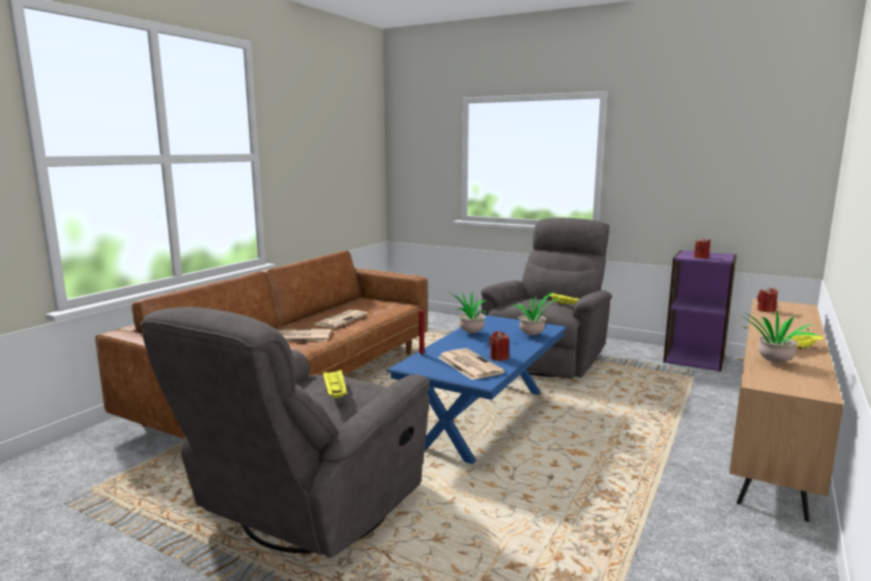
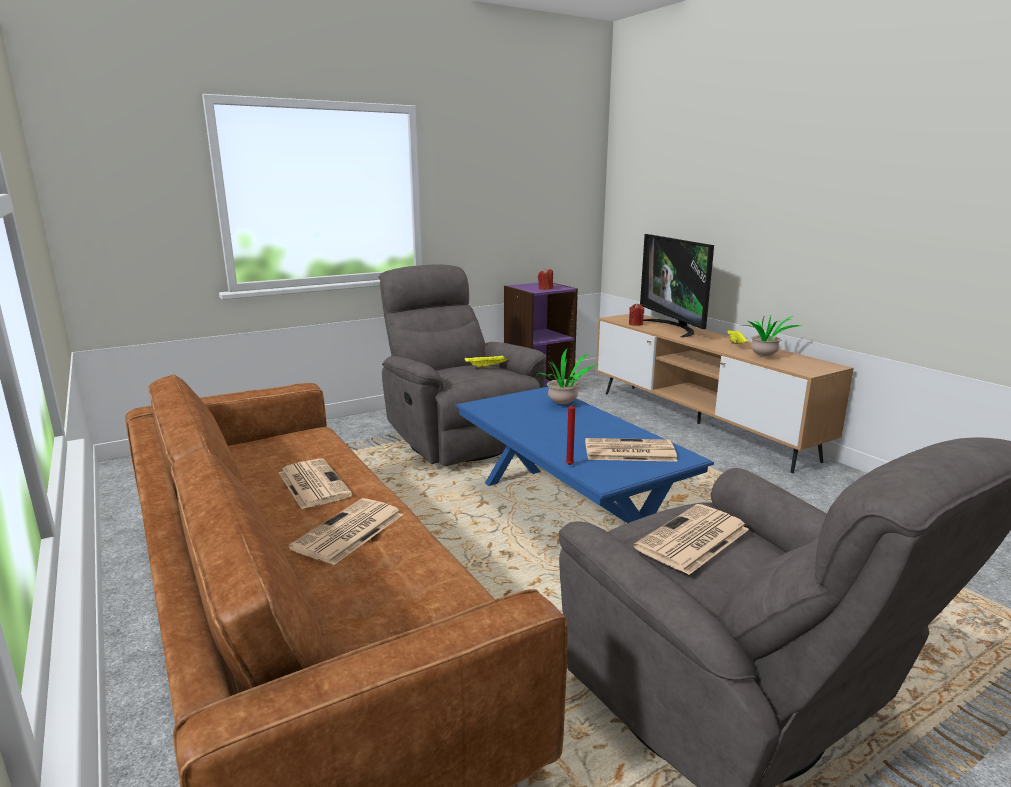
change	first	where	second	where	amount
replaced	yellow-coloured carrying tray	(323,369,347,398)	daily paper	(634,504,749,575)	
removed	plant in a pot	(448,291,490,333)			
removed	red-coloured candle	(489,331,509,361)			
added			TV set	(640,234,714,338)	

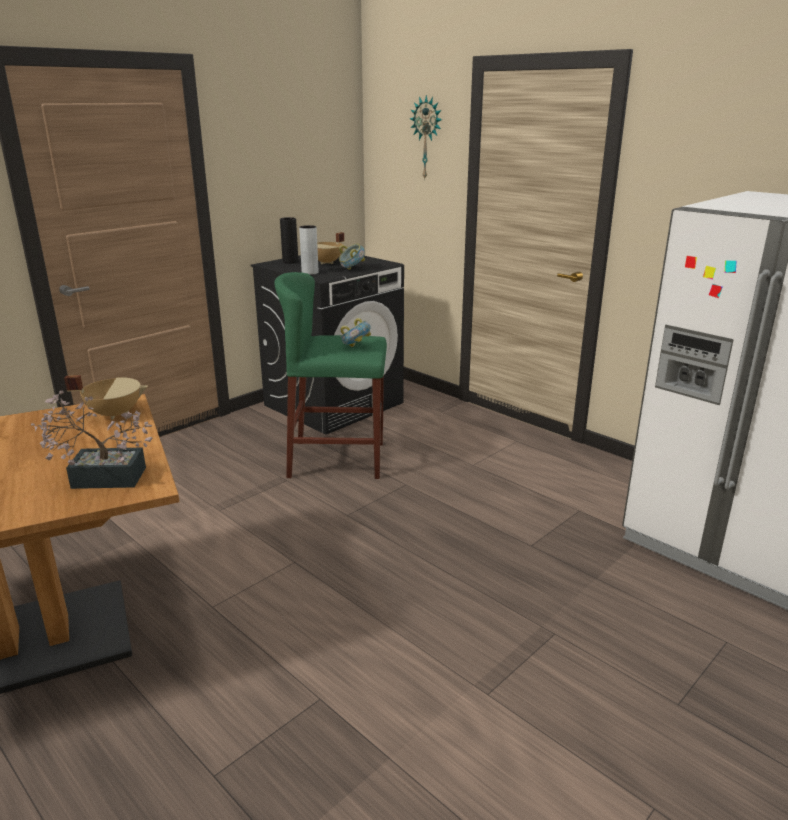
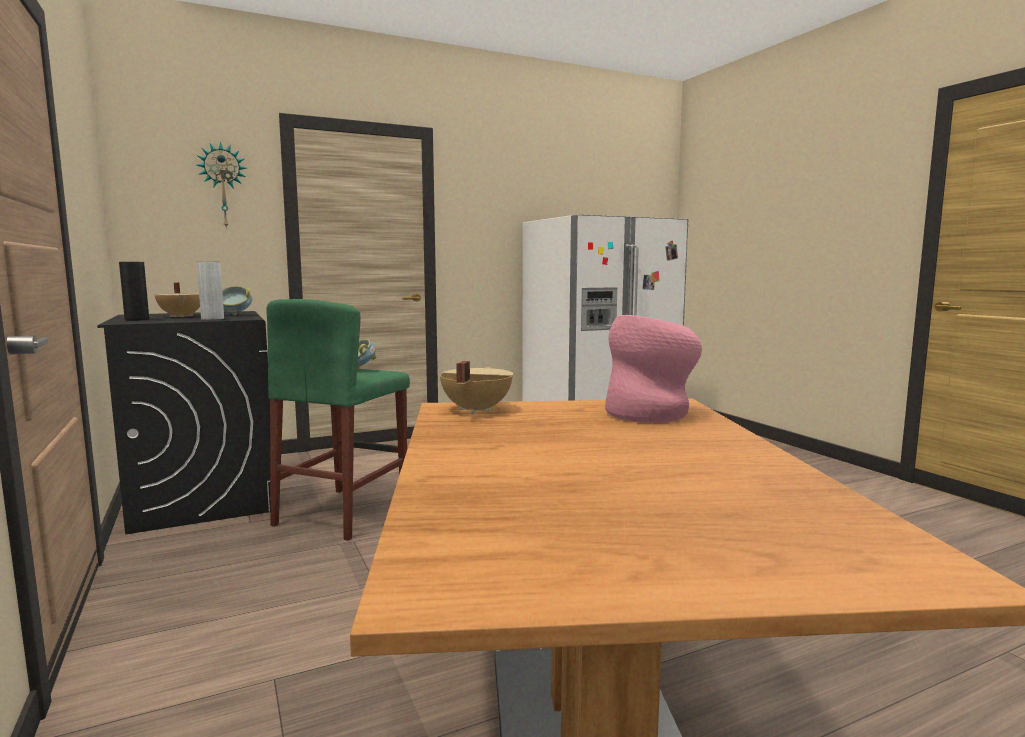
change	first	where	second	where	amount
replaced	plant in a pot	(31,390,153,489)	pink-coloured vase	(605,315,702,423)	

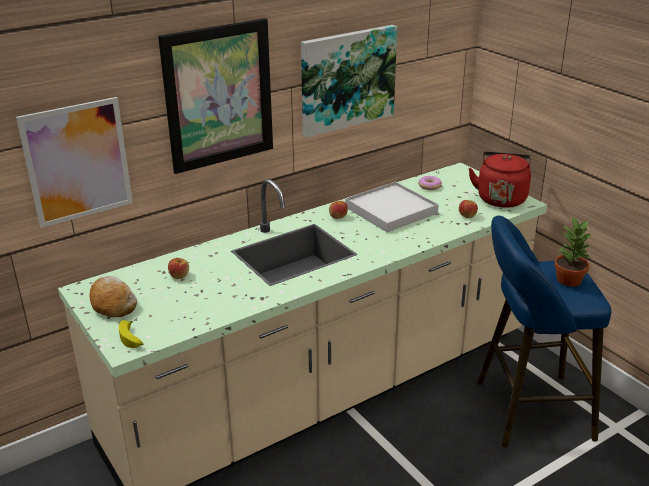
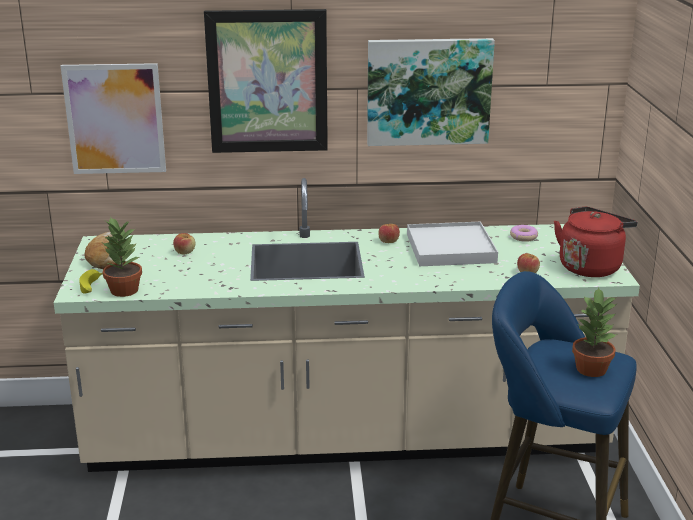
change	first	where	second	where	amount
added			plant in a pot	(103,216,142,297)	

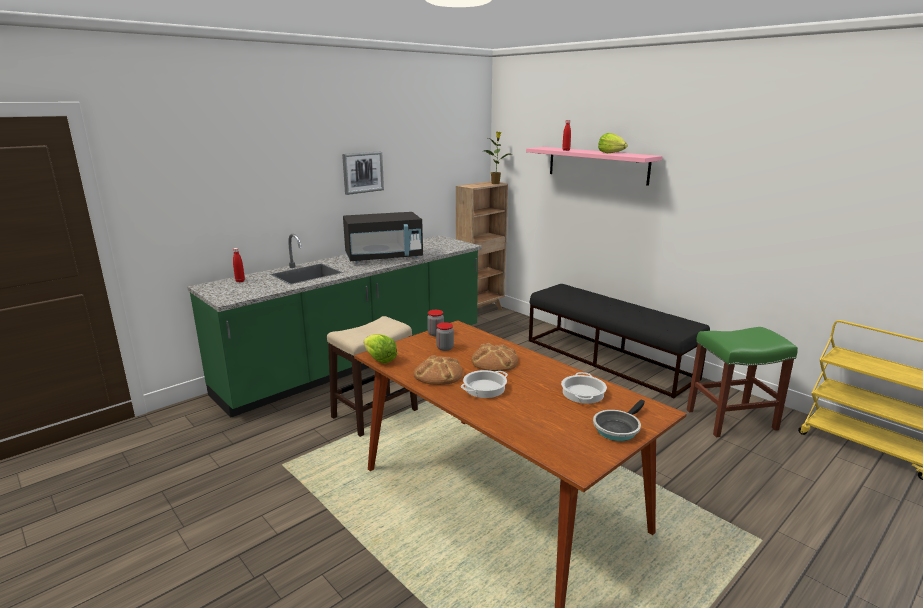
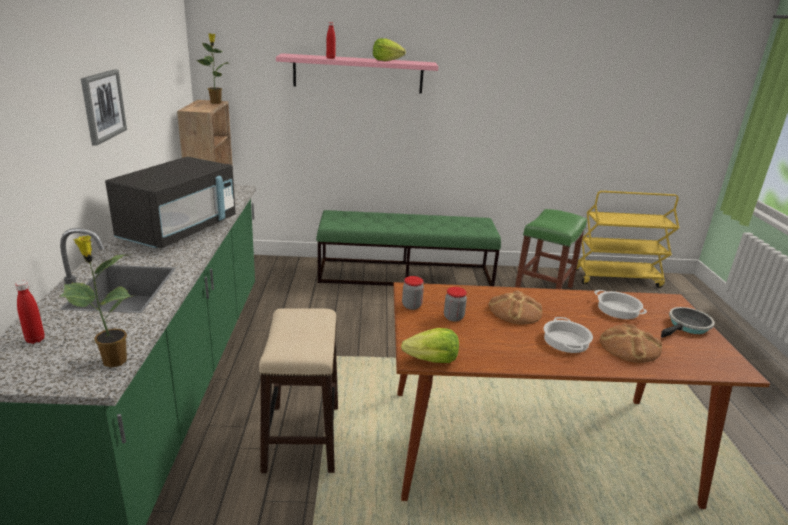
change	first	where	second	where	amount
moved	bread	(413,355,463,385)		(600,323,662,363)	
recoloured	blackish indoor bench	(529,284,710,398)	green-coloured indoor bench	(316,210,501,286)	
turned	frying pan	(593,399,645,441)		(661,307,715,338)	120 degrees counterclockwise
added			plant in a pot	(59,235,135,368)	

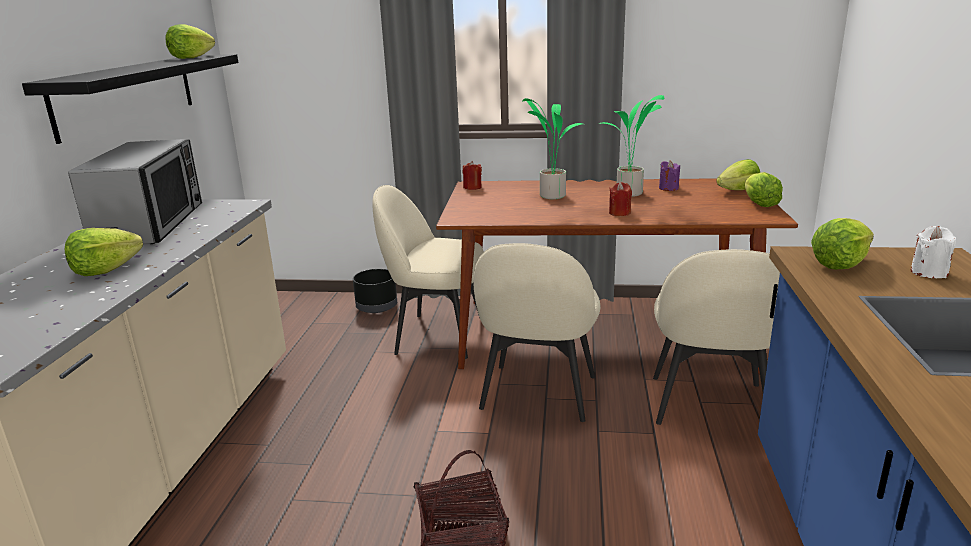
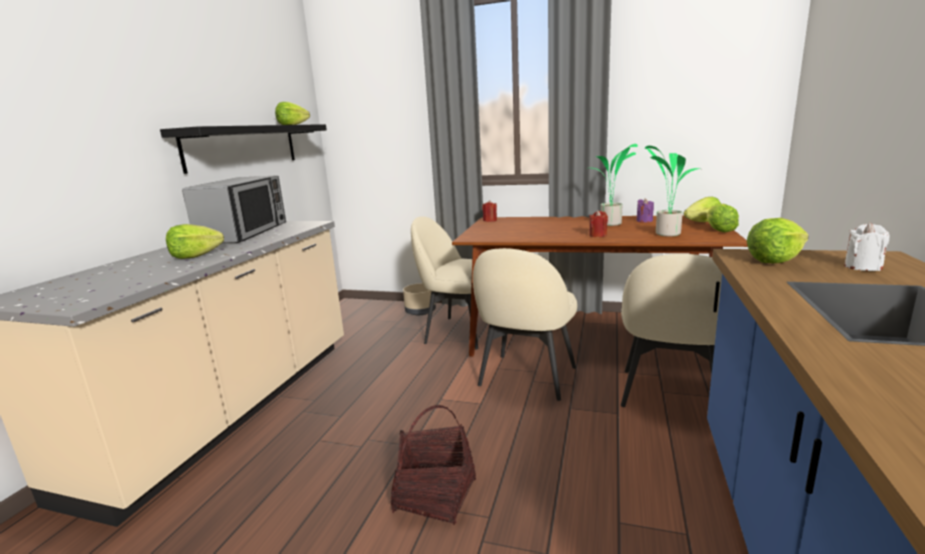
change	first	where	second	where	amount
recoloured	blackish planter	(353,269,397,313)	sand-coloured planter	(403,283,436,315)	
moved	plant in a pot	(522,98,583,199)		(645,146,700,237)	

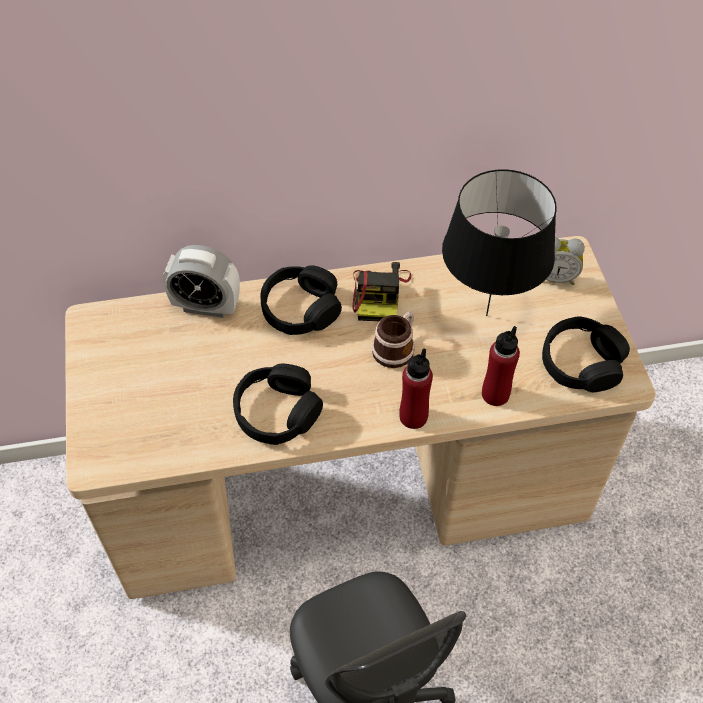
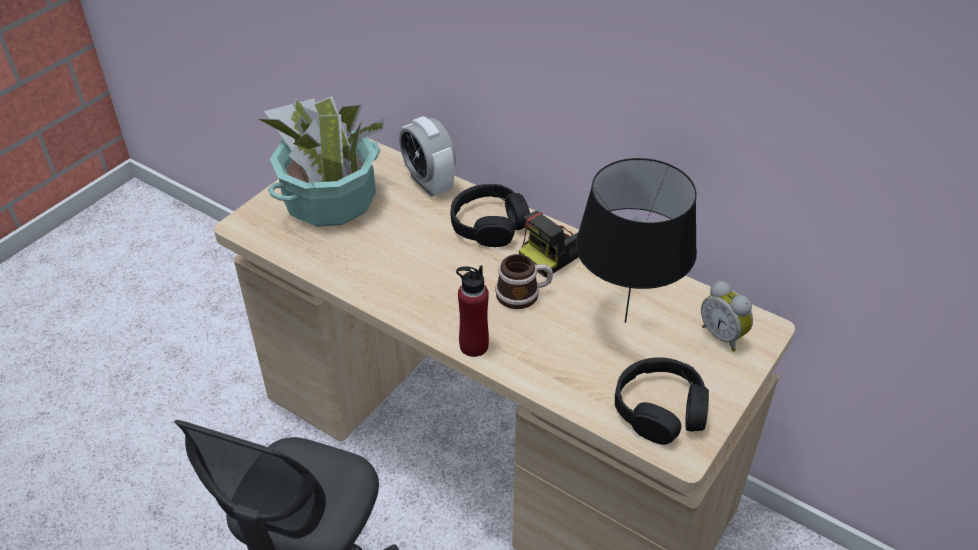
change	first	where	second	where	amount
removed	blackish headset	(233,364,323,445)			
removed	red-coloured beverage bottle	(482,326,520,406)			
added			plant in a pot	(259,96,385,227)	

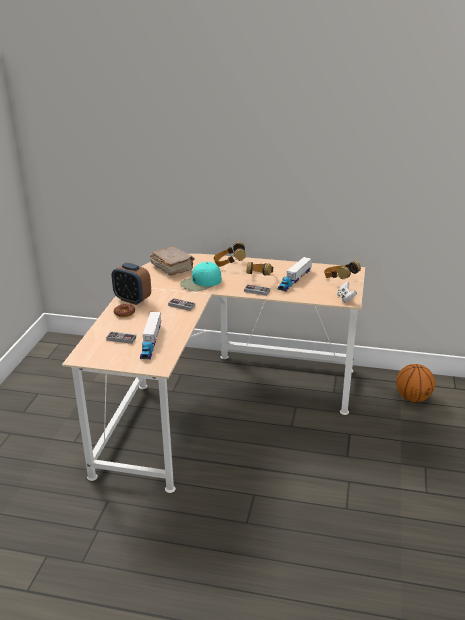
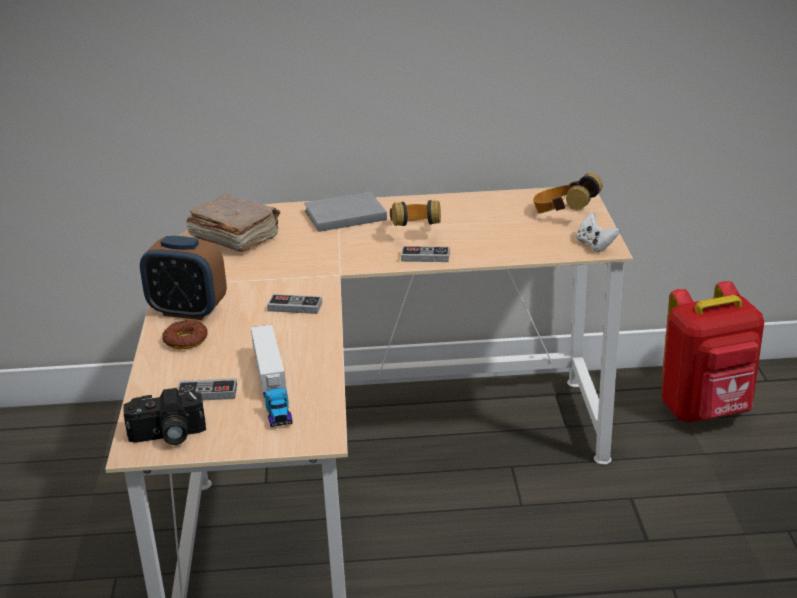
change	first	where	second	where	amount
removed	turquoise-coloured cap	(180,262,222,291)			
replaced	headset	(214,242,246,267)	gray volume	(304,192,387,232)	
removed	toy truck	(278,257,312,292)			
replaced	ball for basketball	(396,364,435,402)	red-coloured knapsack	(662,281,764,423)	
added			photo camera	(123,388,206,445)	

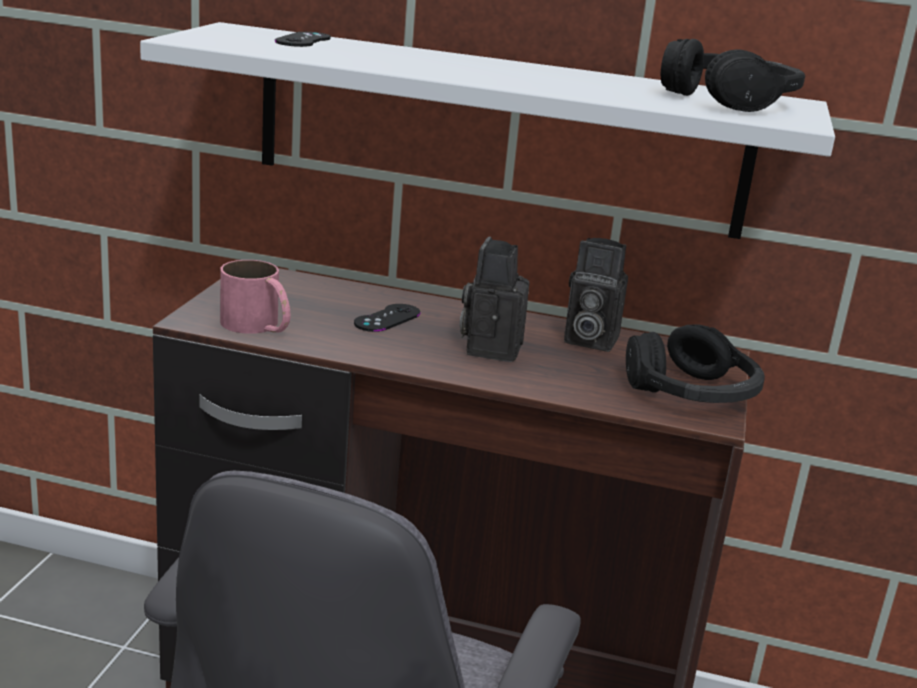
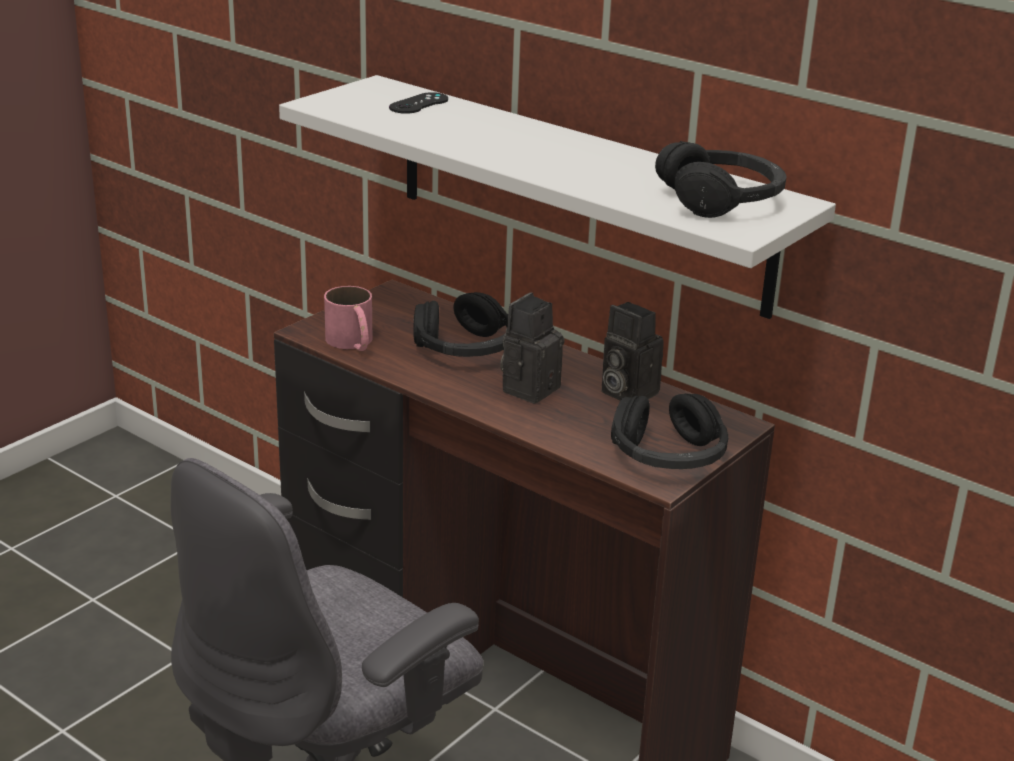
change	first	where	second	where	amount
replaced	blackish game controller	(354,304,420,332)	blackish headset	(413,292,508,357)	

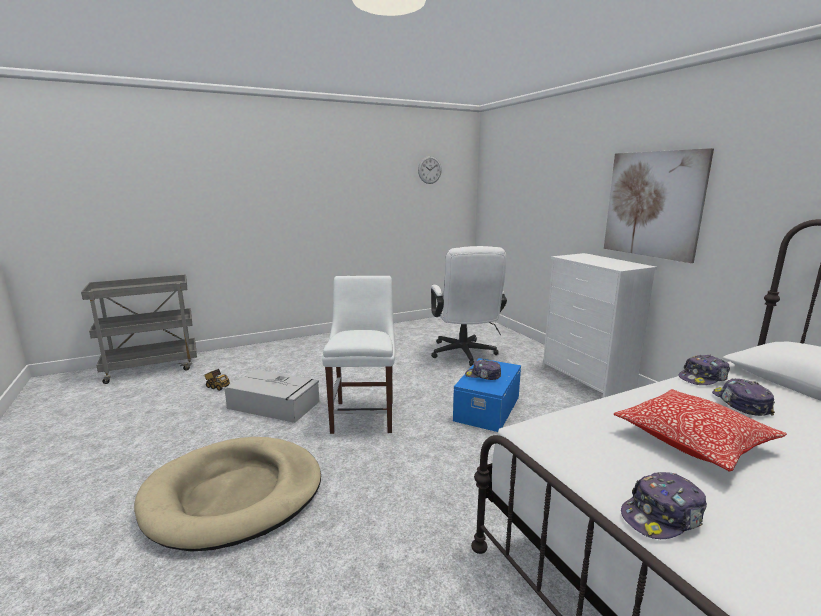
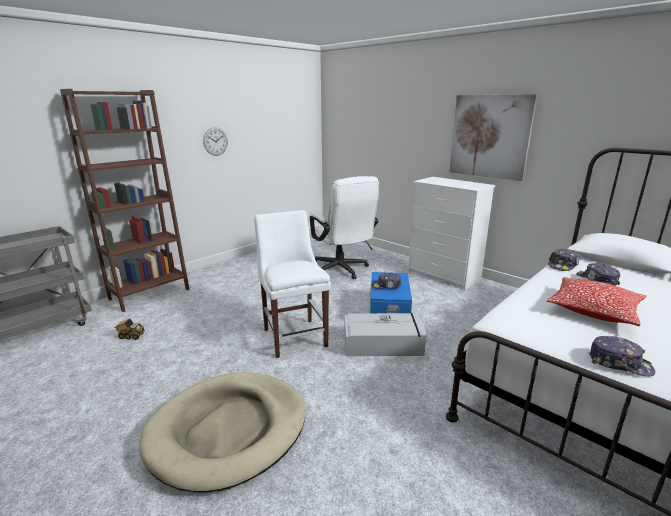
change	first	where	second	where	amount
moved	gray storage bin	(224,370,319,423)		(345,313,427,356)	
moved	hanging clock	(418,156,442,184)		(203,127,228,156)	
turned	cap	(621,472,707,539)		(588,336,655,376)	105 degrees counterclockwise
added			brownish bookshelf	(60,89,190,312)	

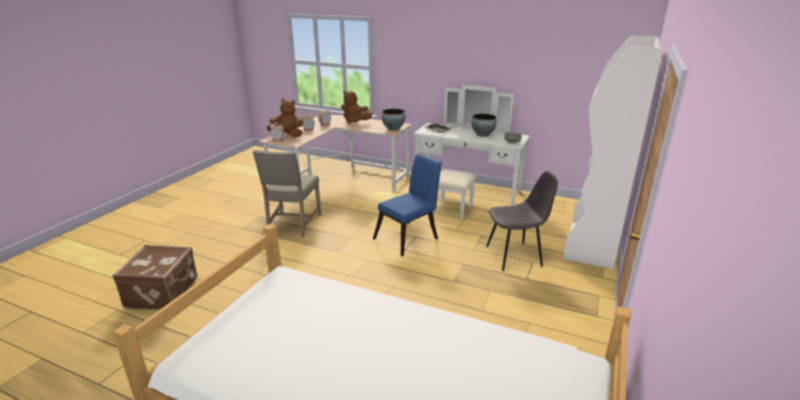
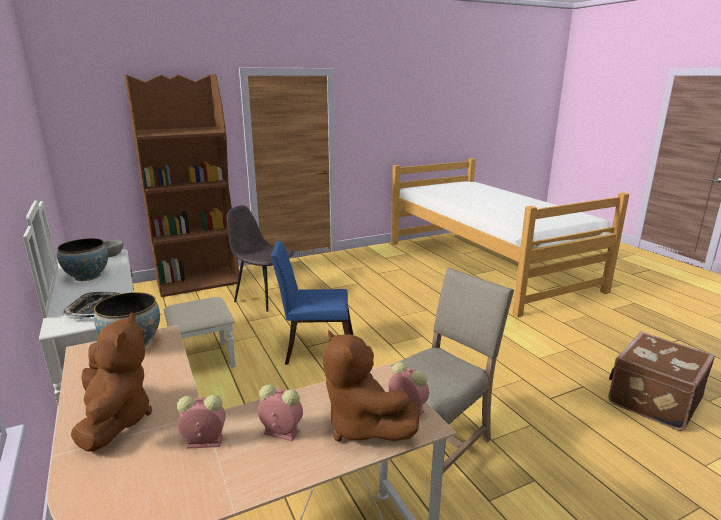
change	first	where	second	where	amount
recoloured	white bookshelf	(563,36,663,269)	brownish bookshelf	(124,74,239,297)	

